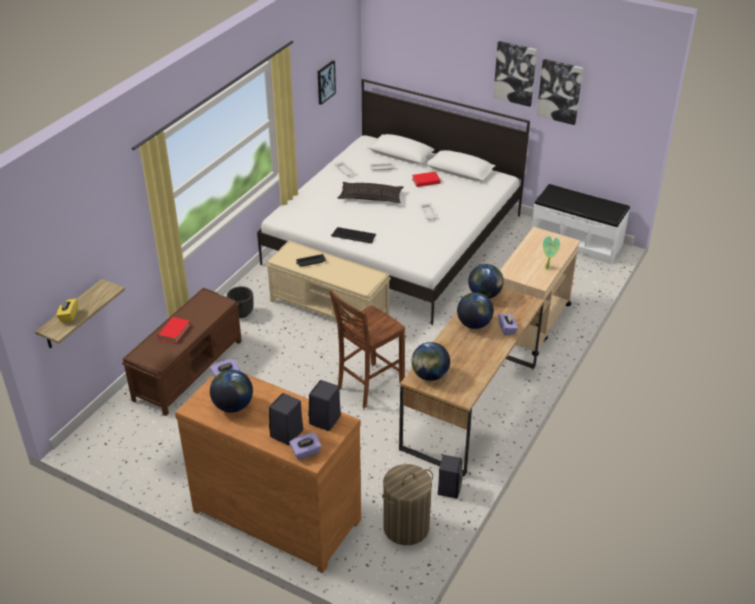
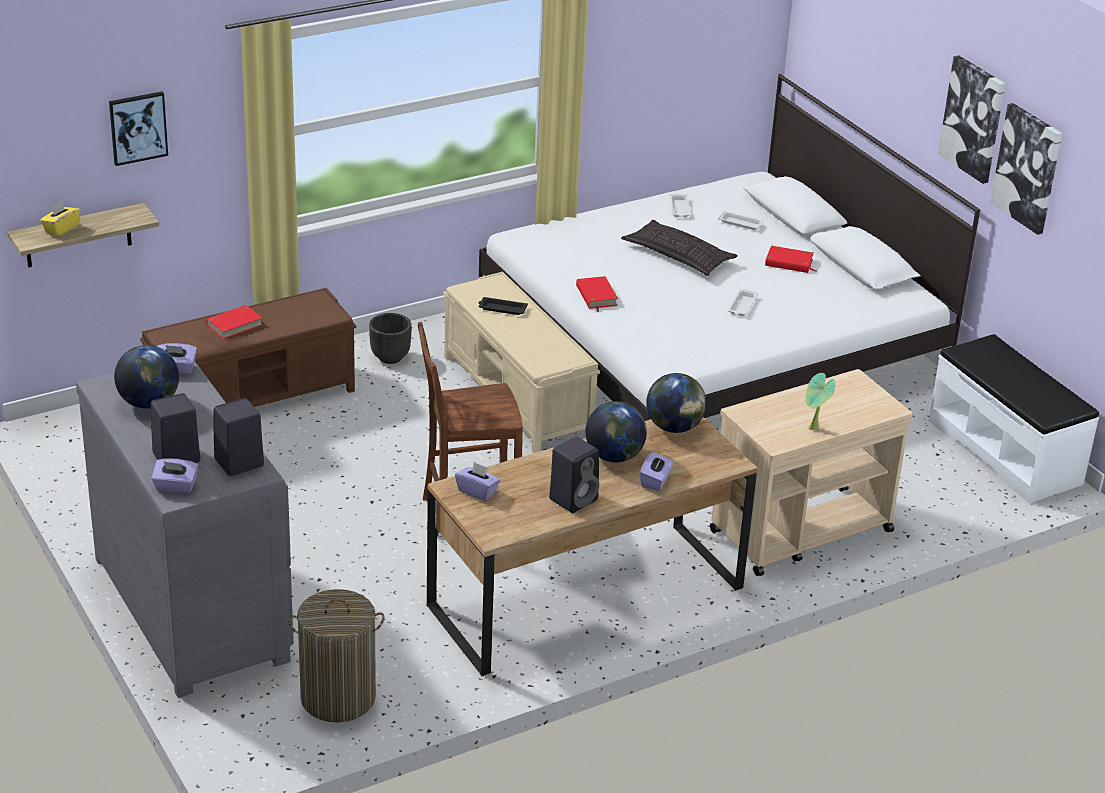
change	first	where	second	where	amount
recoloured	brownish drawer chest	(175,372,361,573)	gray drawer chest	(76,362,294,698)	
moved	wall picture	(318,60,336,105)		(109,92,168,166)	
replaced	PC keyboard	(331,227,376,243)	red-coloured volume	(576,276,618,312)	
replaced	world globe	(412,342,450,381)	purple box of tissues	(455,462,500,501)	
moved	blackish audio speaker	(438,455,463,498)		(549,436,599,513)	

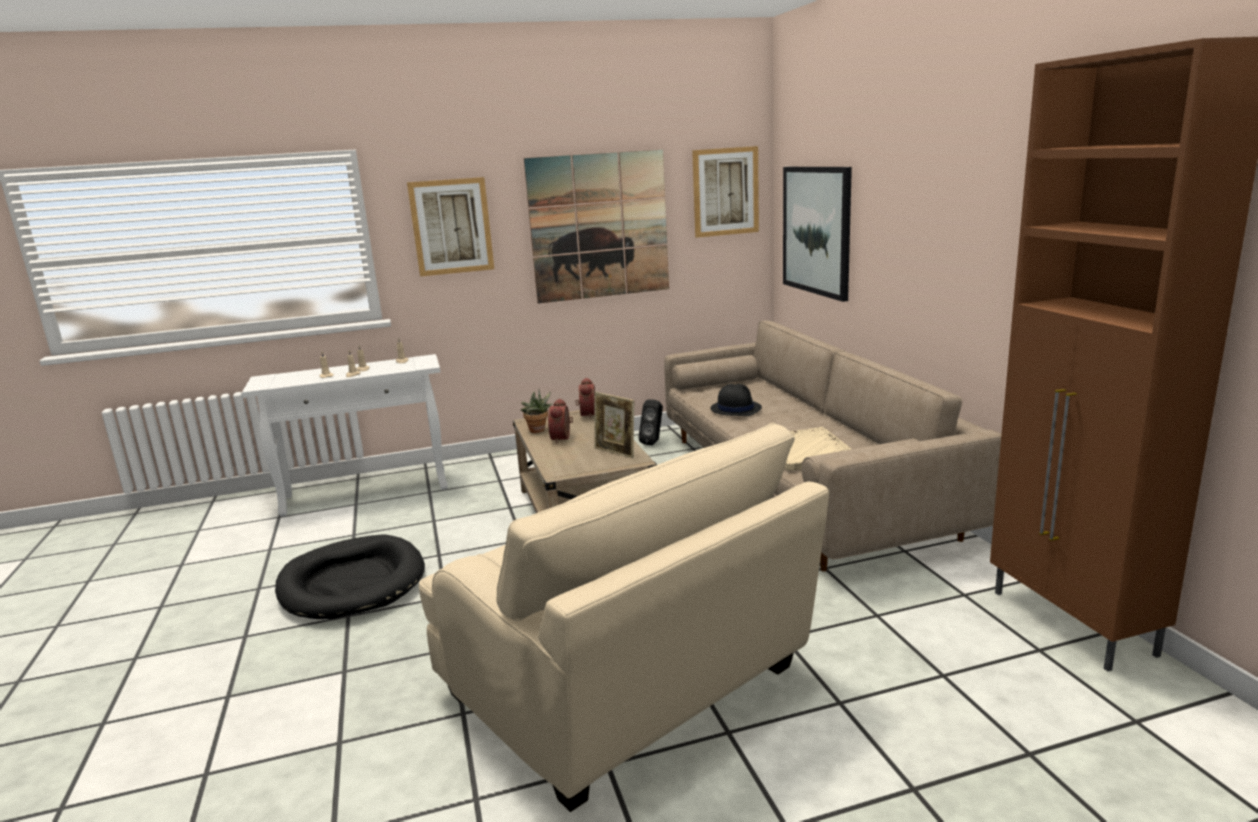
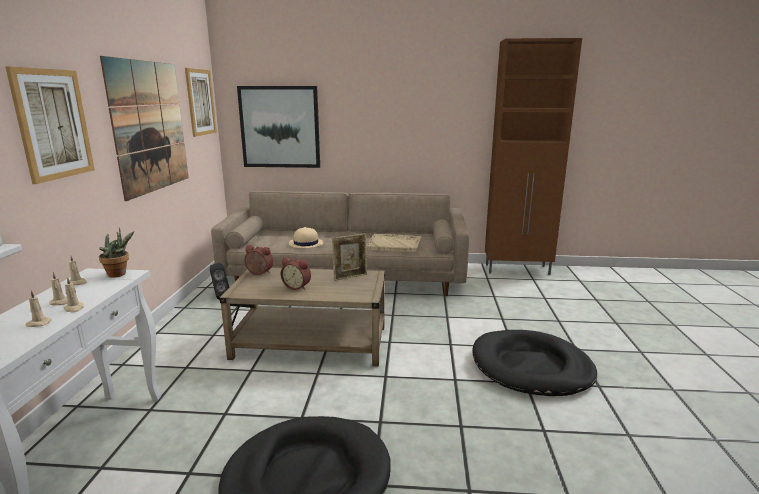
change	first	where	second	where	amount
replaced	sand-coloured armchair	(419,423,829,812)	blackish dog bed	(472,330,597,396)	
moved	plant in a pot	(521,390,553,433)		(99,227,134,278)	
recoloured	blackish clothing hat	(711,384,762,416)	sand-coloured clothing hat	(289,227,323,248)	

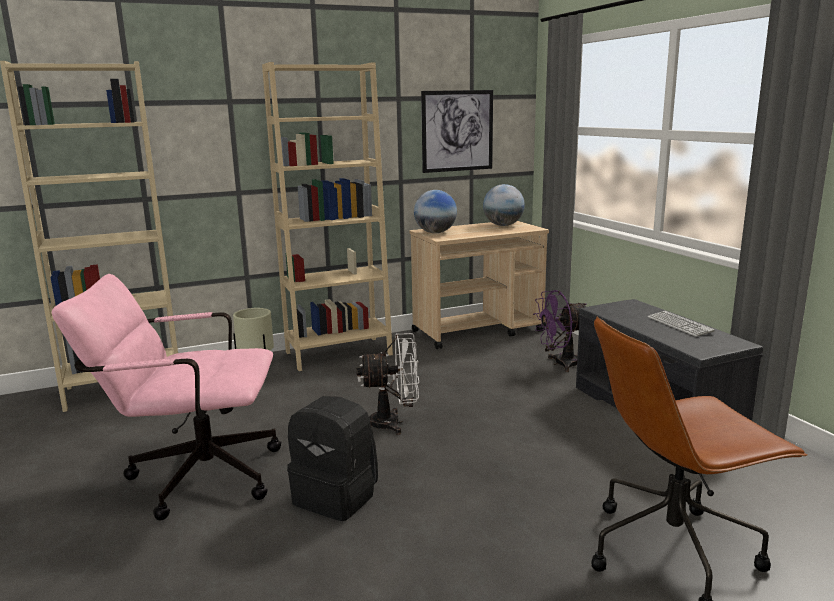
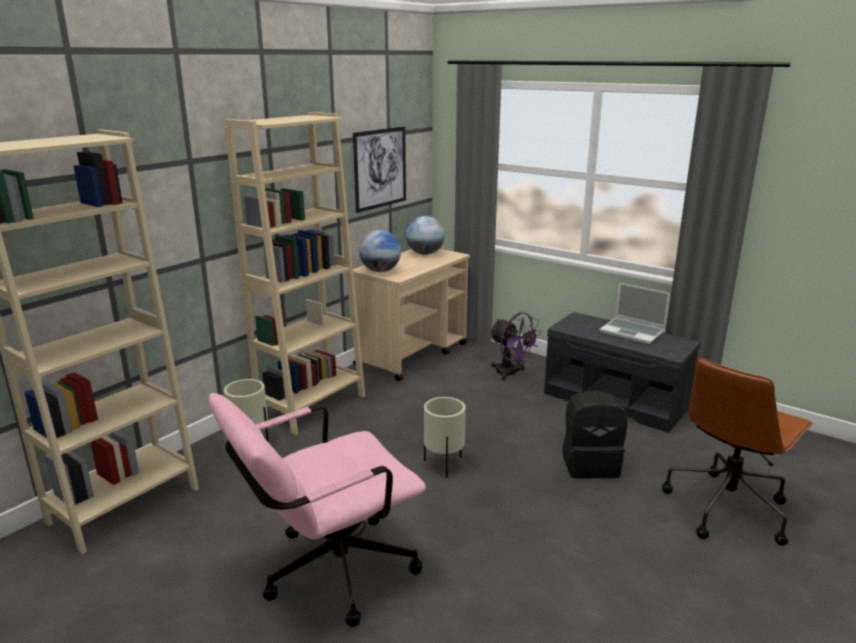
change	first	where	second	where	amount
moved	blackish knapsack	(287,396,378,521)		(562,391,627,478)	
replaced	white fan	(356,333,419,435)	sand-coloured planter	(424,397,466,478)	
turned	purple fan	(533,290,587,372)		(489,312,541,380)	90 degrees counterclockwise
replaced	PC keyboard	(647,311,715,337)	notebook computer	(599,283,670,344)	

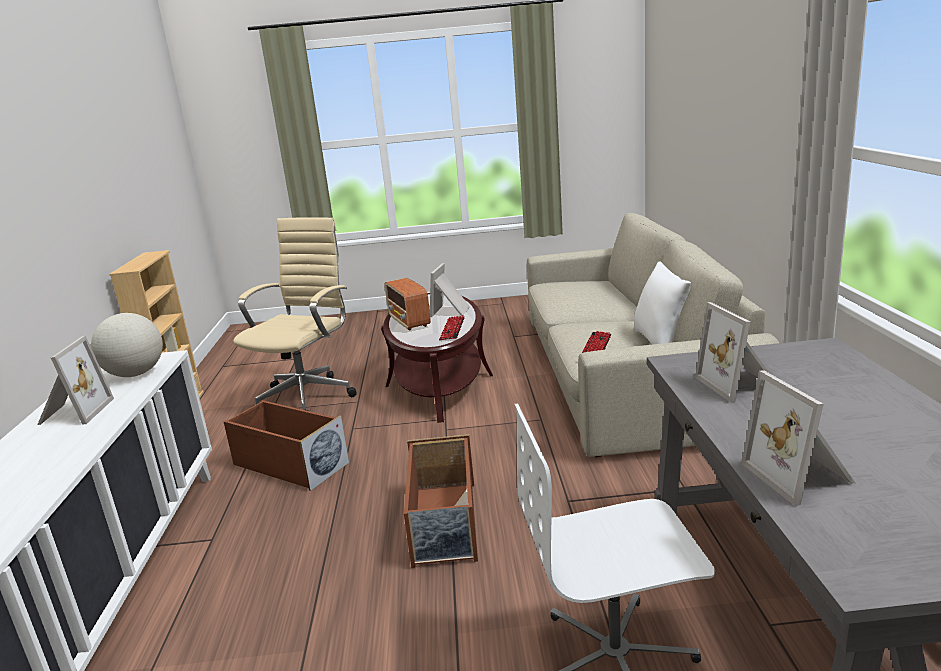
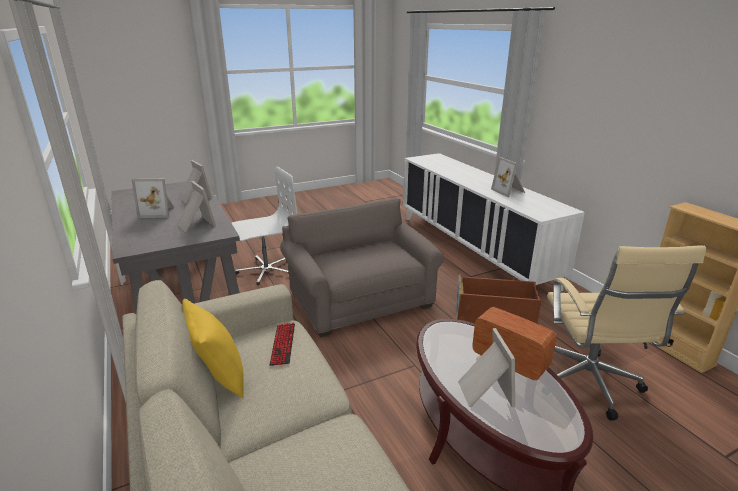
change	first	where	second	where	amount
removed	world globe	(91,313,163,377)			
replaced	brownish storage bin	(404,435,478,568)	gray armchair	(280,198,444,337)	
removed	PC keyboard	(439,315,465,340)			
recoloured	white pillow	(634,261,691,345)	yellow-coloured pillow	(182,299,244,398)	
added			picture frame	(132,179,174,218)	

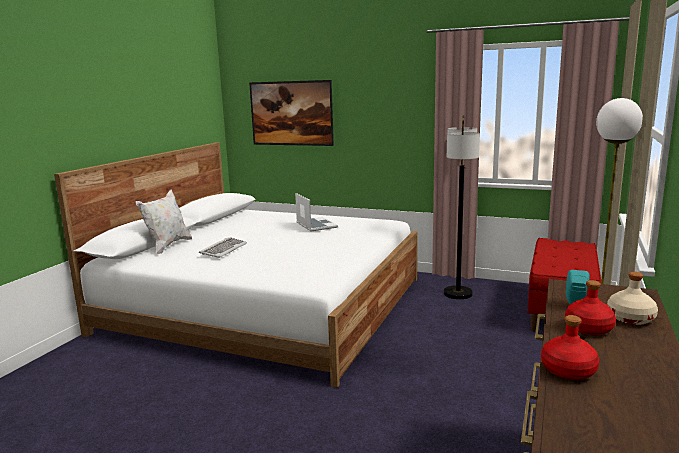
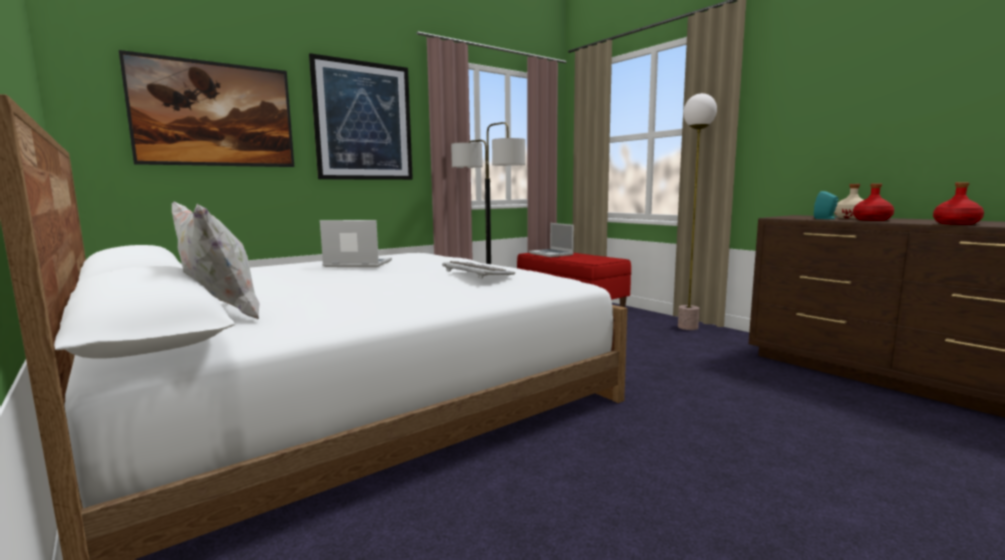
change	first	where	second	where	amount
moved	PC keyboard	(199,237,247,258)		(442,261,515,279)	
added			wall picture	(309,53,413,180)	
added			notebook computer	(529,223,574,257)	

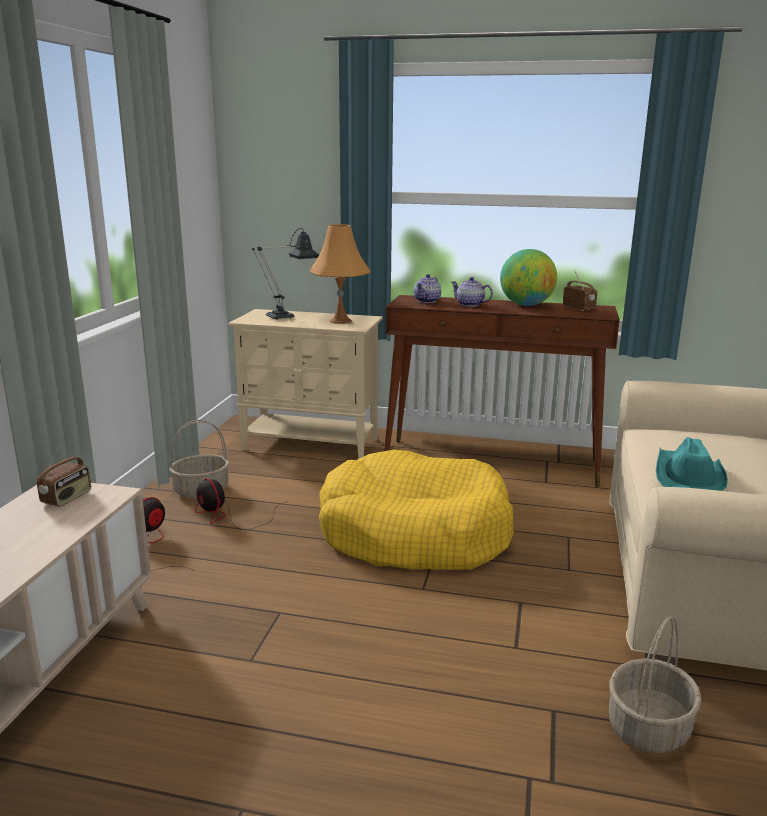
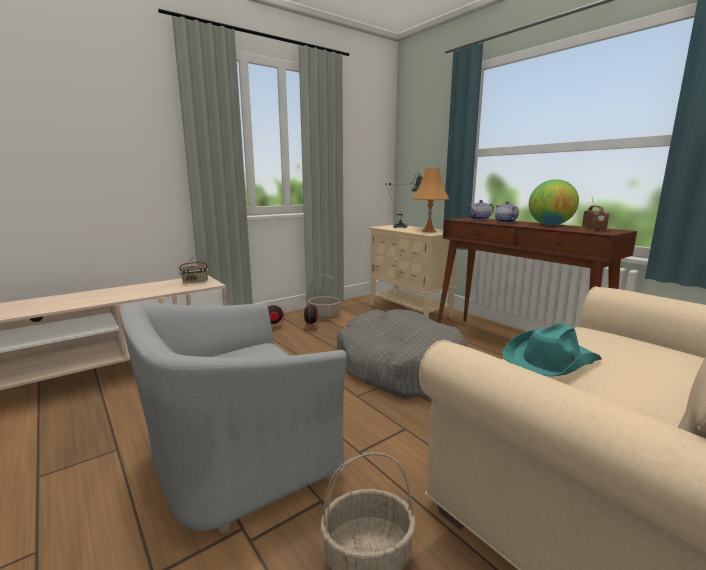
change	first	where	second	where	amount
recoloured	yellow-coloured dog bed	(319,450,514,570)	gray dog bed	(337,309,468,398)	
added			gray armchair	(120,302,347,534)	

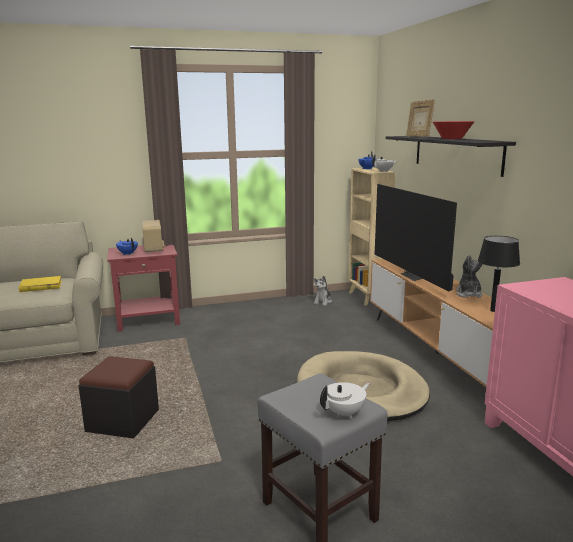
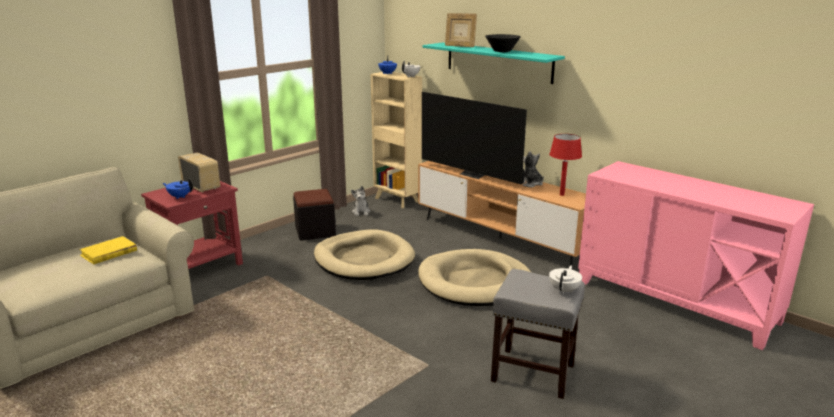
change	first	where	second	where	amount
moved	blackish footrest	(78,356,159,438)		(293,189,336,241)	
recoloured	blackish shelf	(386,136,516,177)	turquoise-coloured shelf	(423,42,565,84)	
recoloured	red-coloured deep dish	(433,121,475,139)	blackish deep dish	(485,34,521,52)	
recoloured	blackish table lamp	(478,236,520,312)	red-coloured table lamp	(549,134,582,196)	
added			sand-coloured dog bed	(314,229,415,280)	

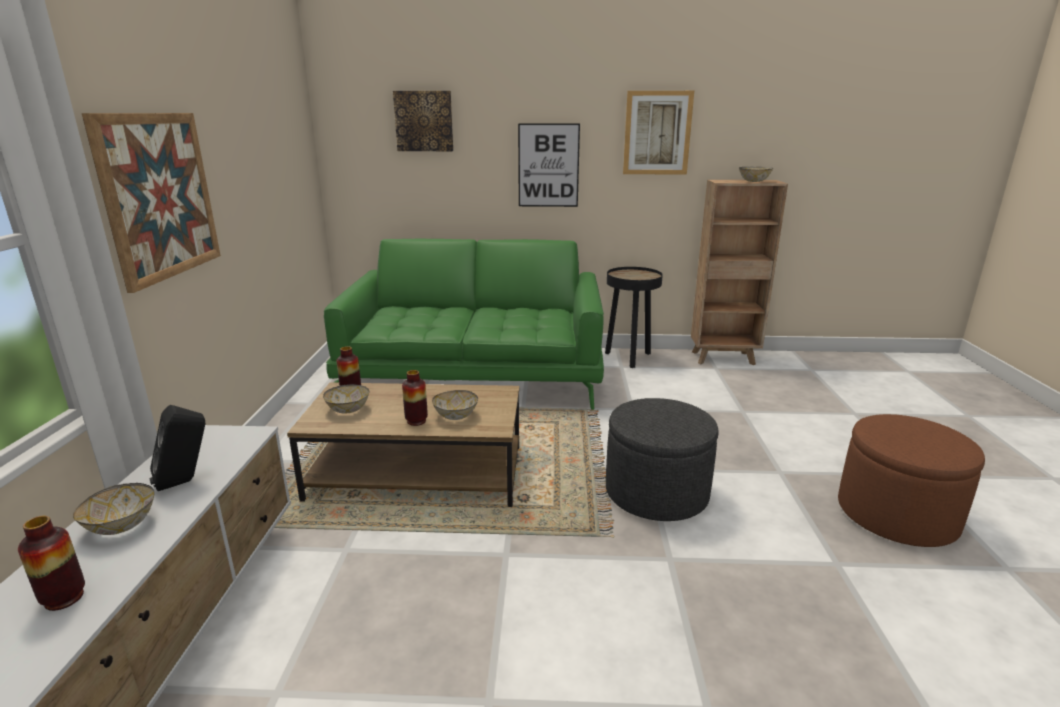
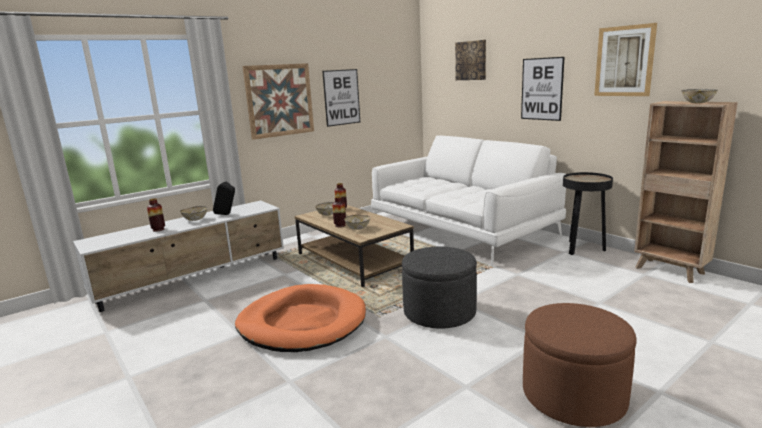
change	first	where	second	where	amount
recoloured	green-coloured sofa	(324,239,604,410)	white sofa	(371,135,566,266)	
added			orangey dog bed	(235,284,366,352)	
added			wall picture	(322,69,360,127)	

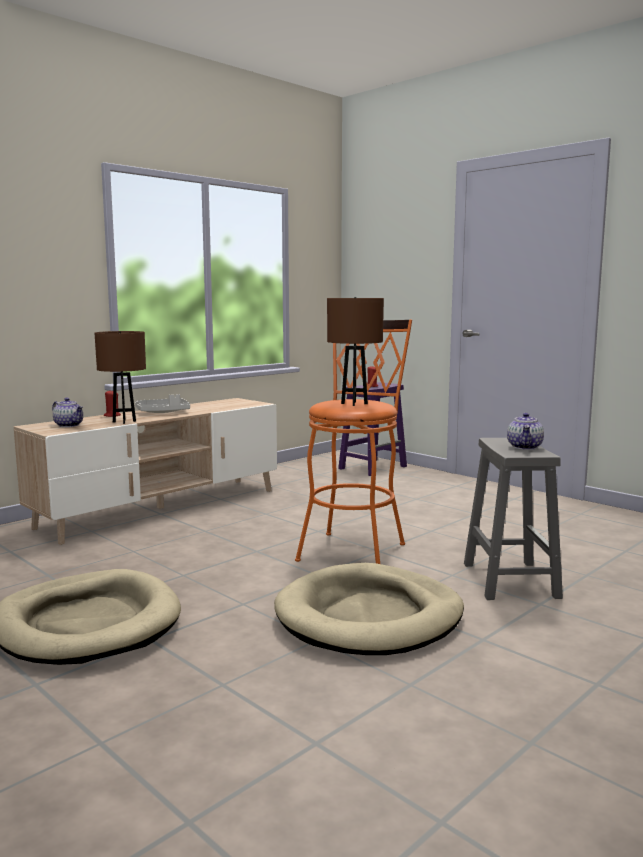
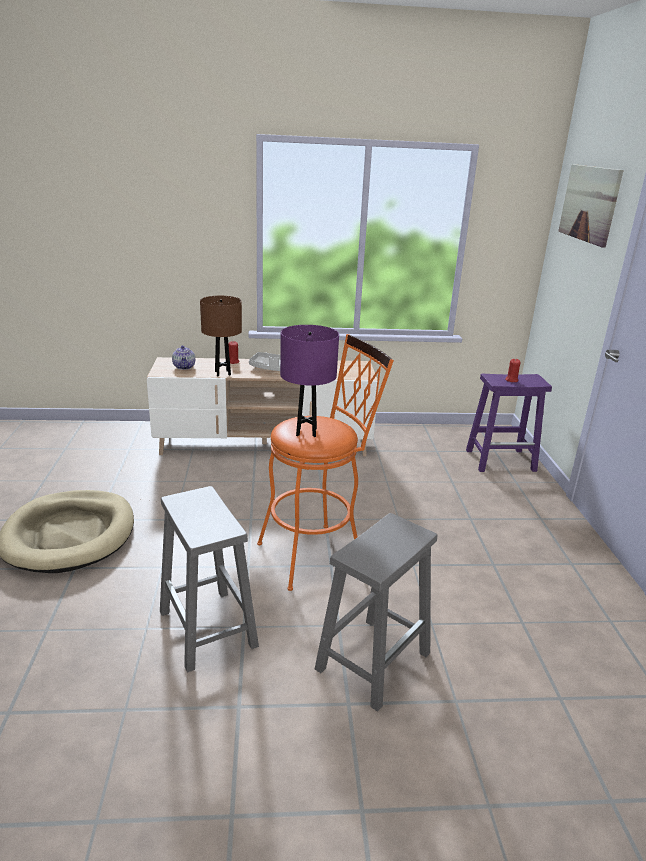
change	first	where	second	where	amount
replaced	sand-coloured dog bed	(274,563,464,655)	gray stool seat	(160,486,259,673)	
recoloured	brownish table lamp	(327,297,384,406)	purple table lamp	(280,325,339,437)	
removed	teapot	(507,413,544,450)			
added			wall picture	(558,164,624,248)	

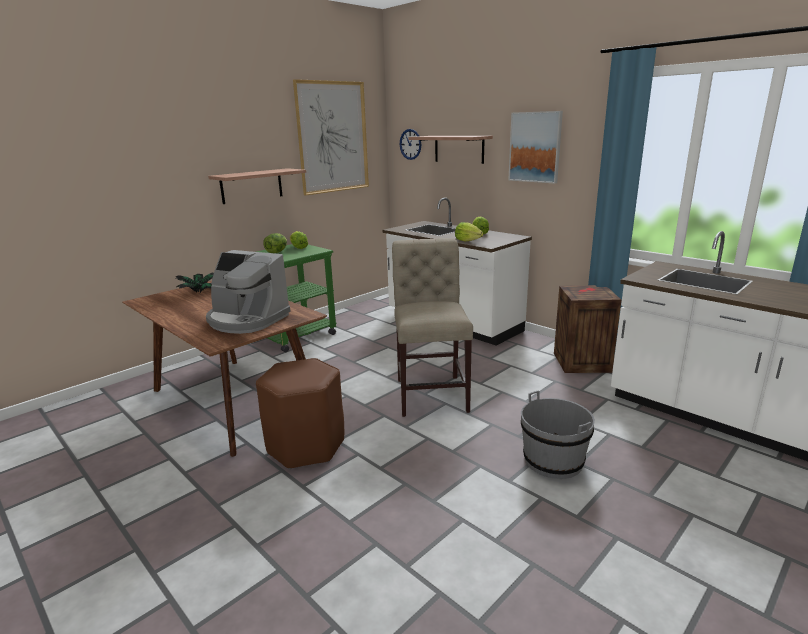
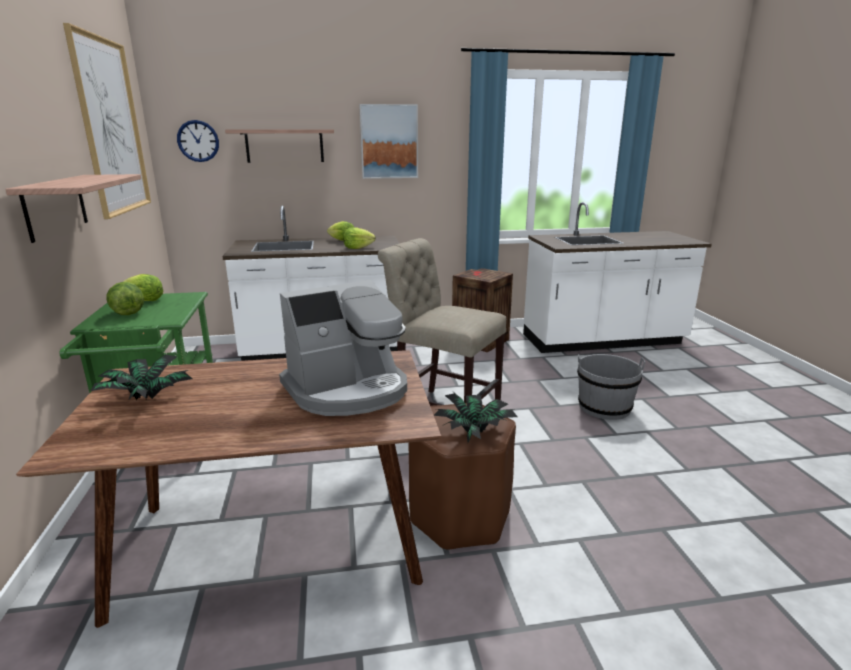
change	first	where	second	where	amount
added			plant in a pot	(434,392,518,443)	

